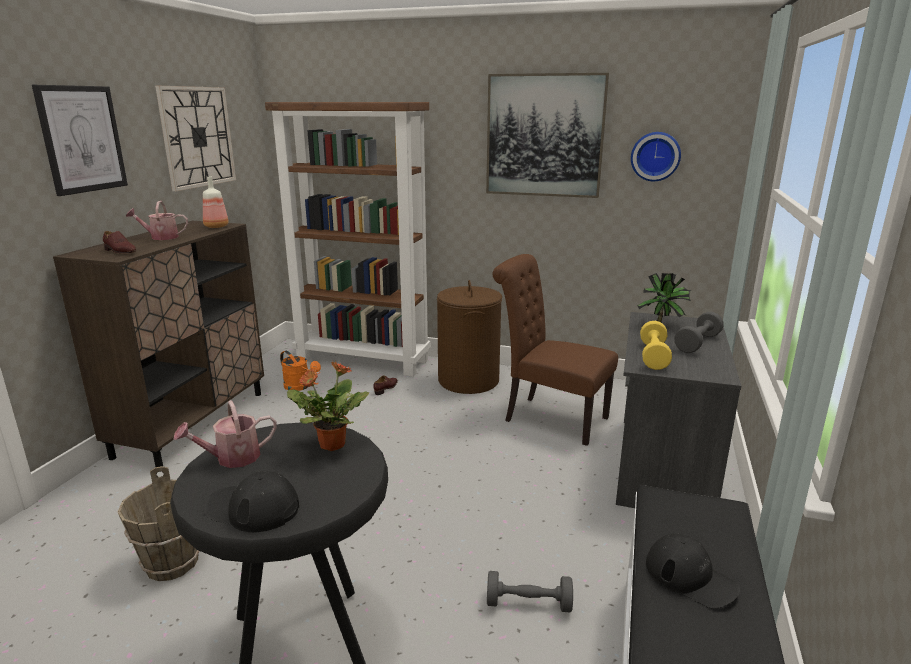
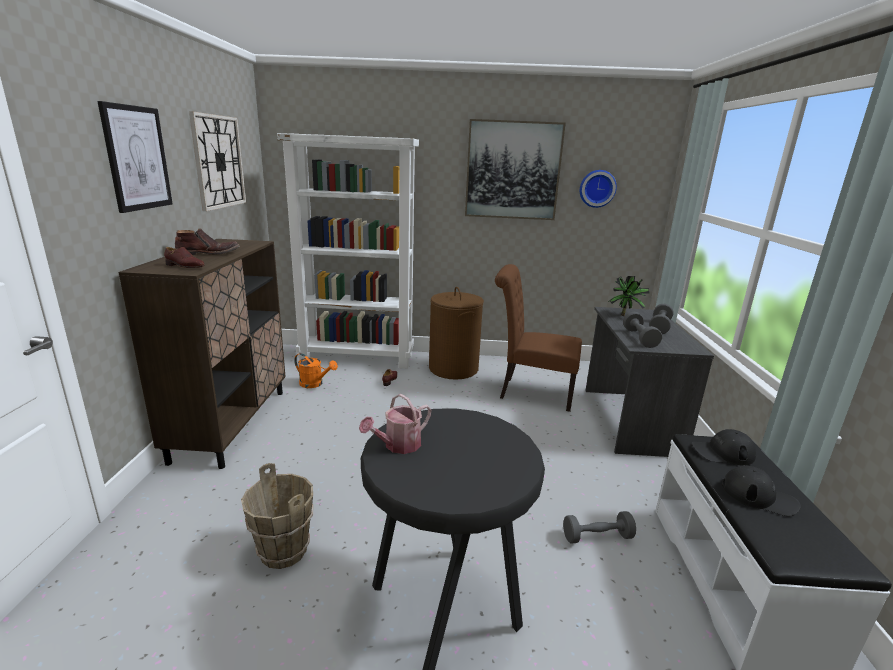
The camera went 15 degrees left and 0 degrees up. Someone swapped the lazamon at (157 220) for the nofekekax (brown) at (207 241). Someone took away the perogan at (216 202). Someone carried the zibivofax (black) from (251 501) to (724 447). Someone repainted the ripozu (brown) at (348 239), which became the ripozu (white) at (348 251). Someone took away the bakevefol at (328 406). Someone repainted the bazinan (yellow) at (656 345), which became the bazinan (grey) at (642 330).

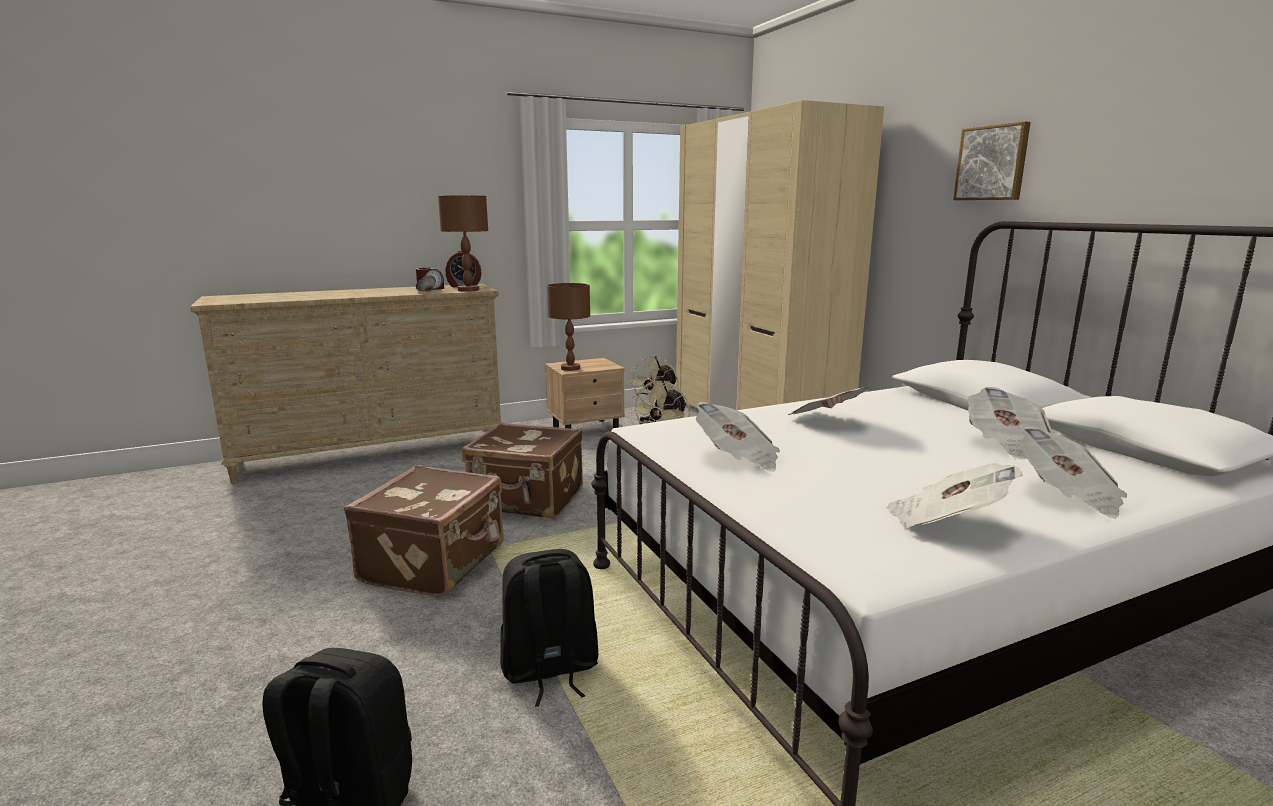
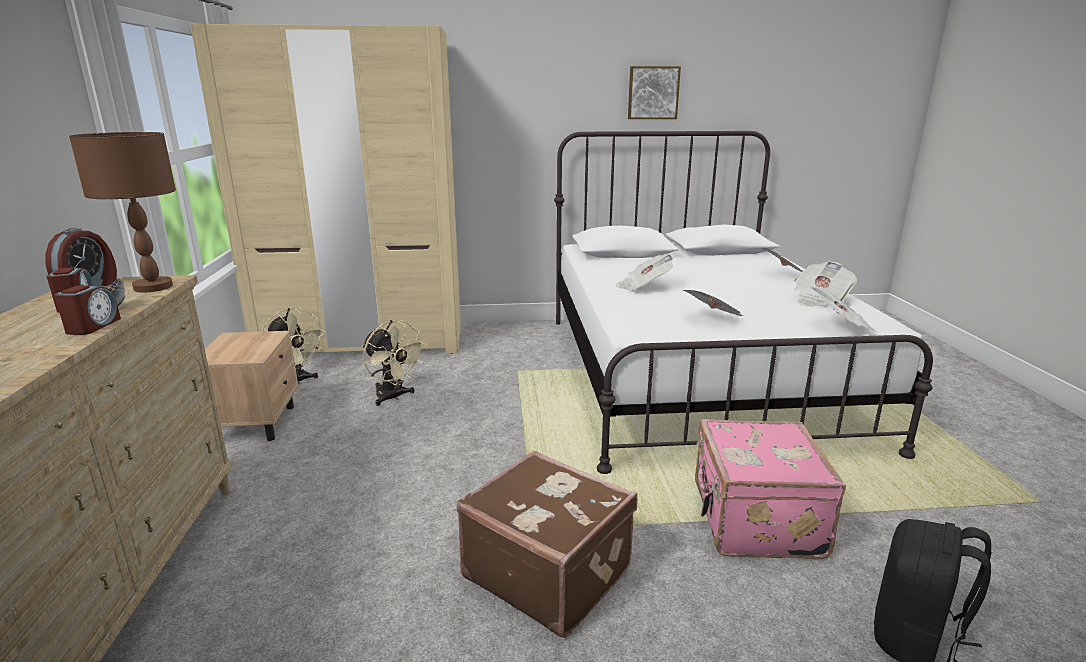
The camera went 70 degrees left and 5 degrees up. Someone took away the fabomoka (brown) at (522 470). Someone swapped the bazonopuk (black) at (549 628) for the fabomoka (pink) at (770 489). Someone took away the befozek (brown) at (568 327). Someone carried the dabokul from (992 160) to (654 92). Someone carried the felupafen from (1010 423) to (844 309). Someone put down the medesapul at (87 310).

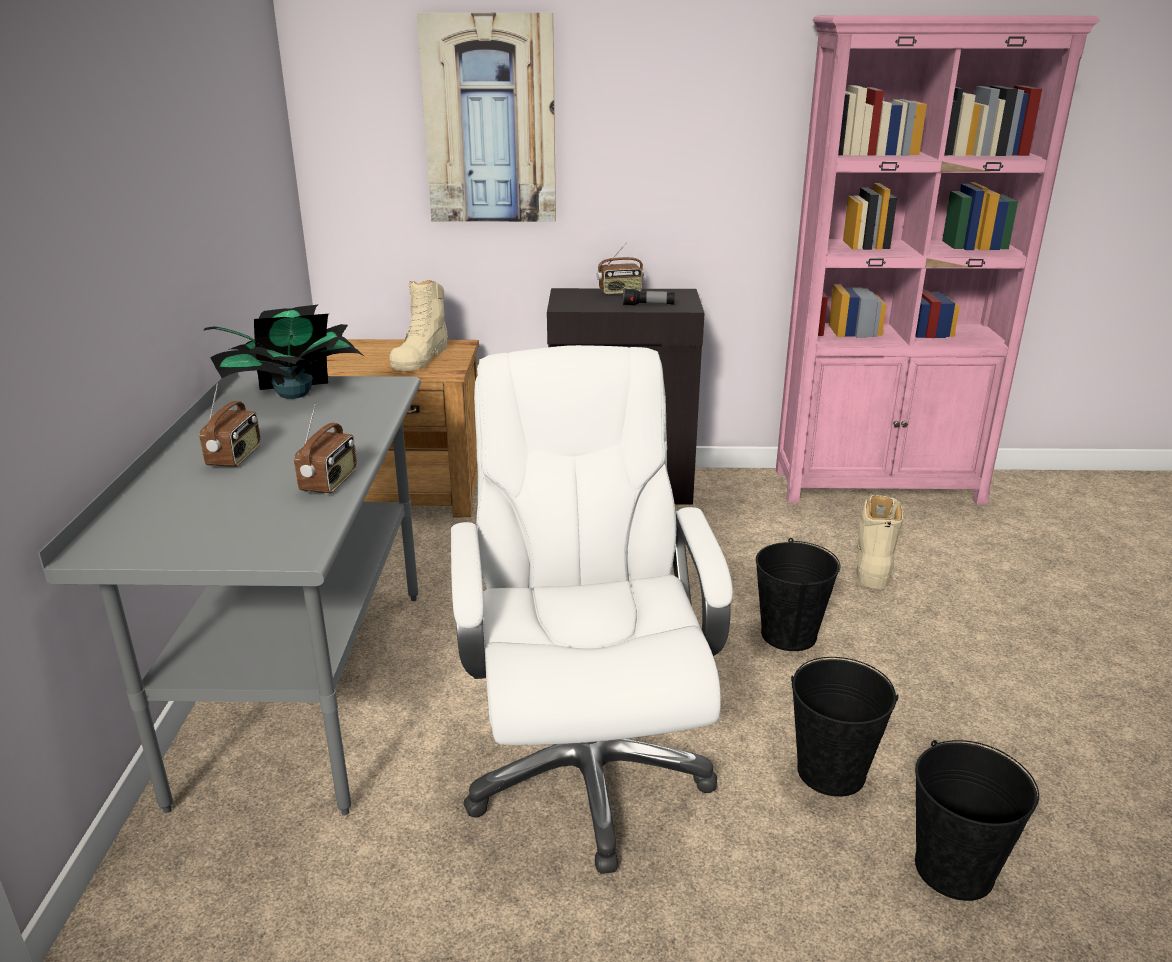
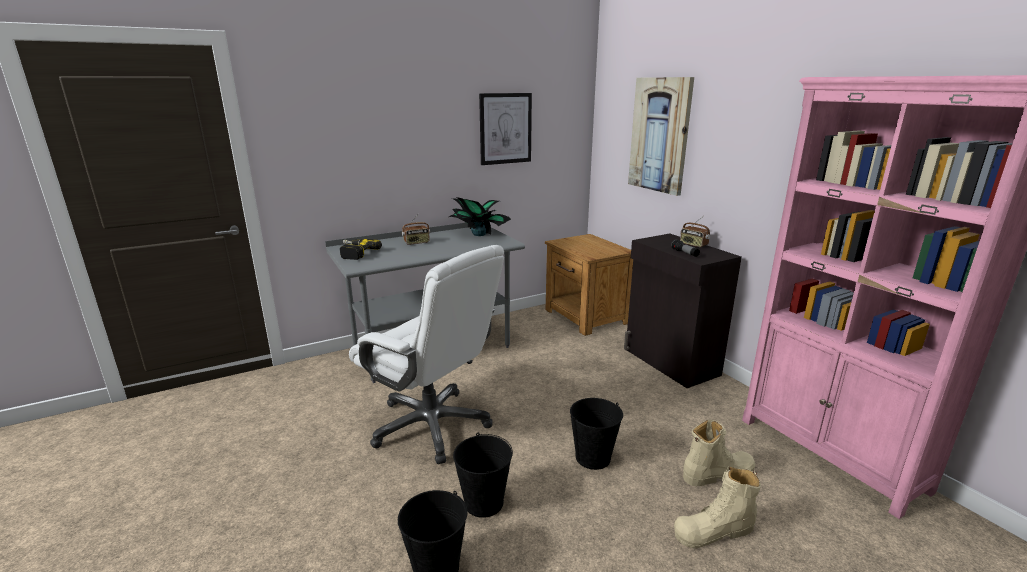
The camera went 60 degrees right and 5 degrees down. Someone took away the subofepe at (325 449). Someone carried the nofekekax (beige) from (419 325) to (717 507). Someone rotated the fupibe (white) at (592 609) by 75 degrees clockwise. Someone put down the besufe at (361 249). Someone put up the dabokul at (505 129).

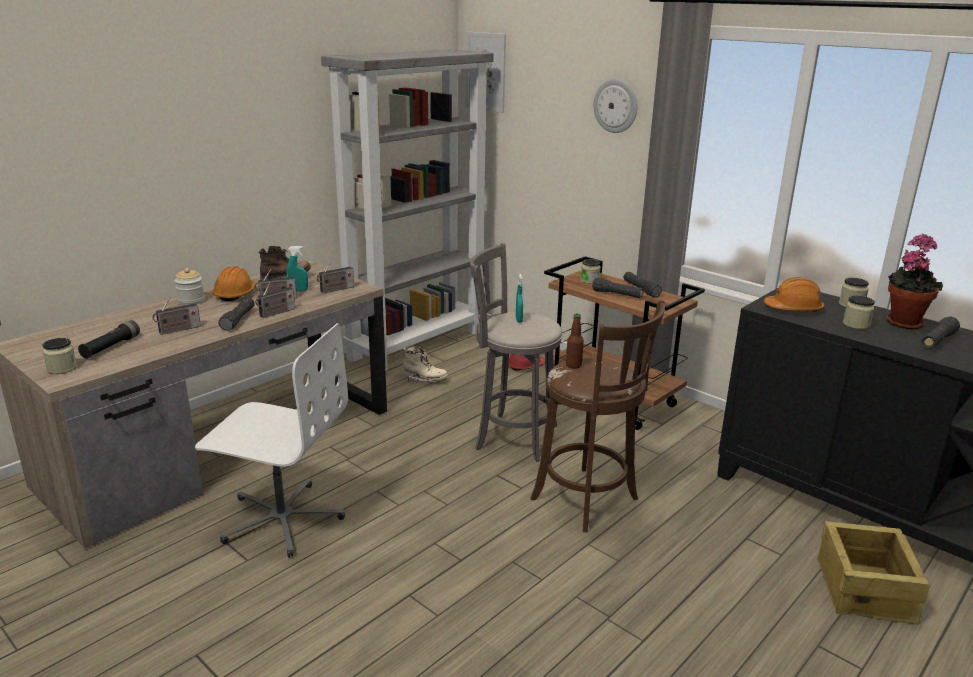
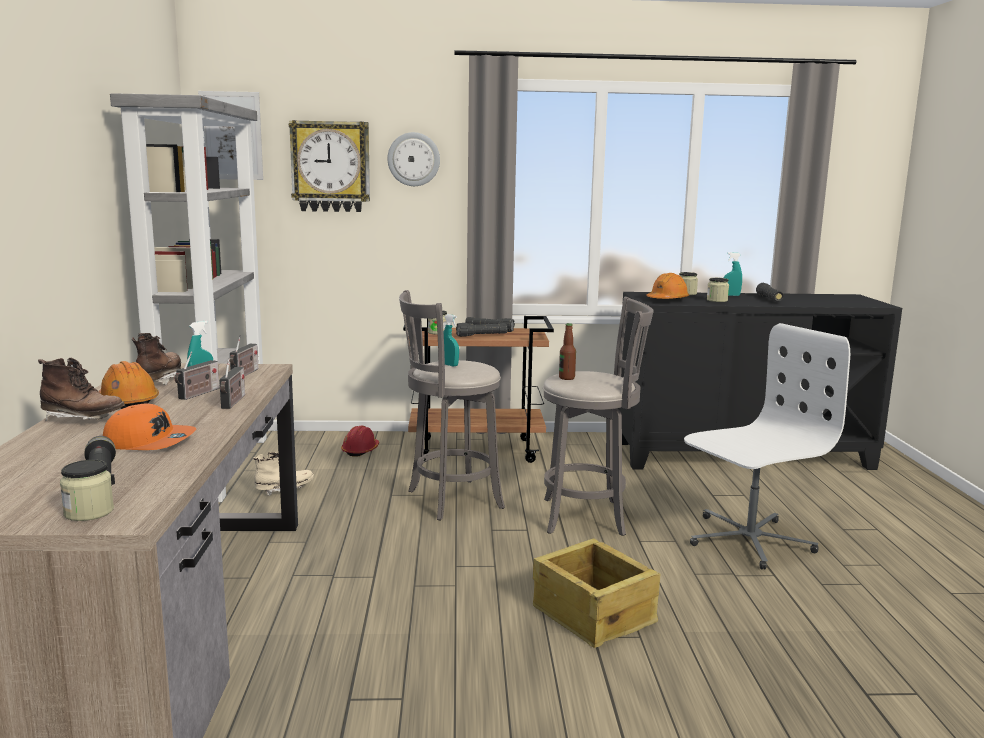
The camera went 45 degrees left and 10 degrees down. Someone swapped the subofepe at (176 316) for the zibivofax (orange) at (150 426). Someone swapped the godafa at (189 286) for the nofekekax (brown) at (81 389). Someone carried the fupibe (white) from (271 440) to (767 446). Someone took away the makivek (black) at (237 314). Someone repainted the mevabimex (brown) at (598 416), which became the mevabimex (grey) at (598 416). Someone carried the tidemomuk from (874 573) to (597 593). Someone swapped the bakevefol at (914 281) for the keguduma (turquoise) at (732 274). Someone put up the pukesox at (329 166).

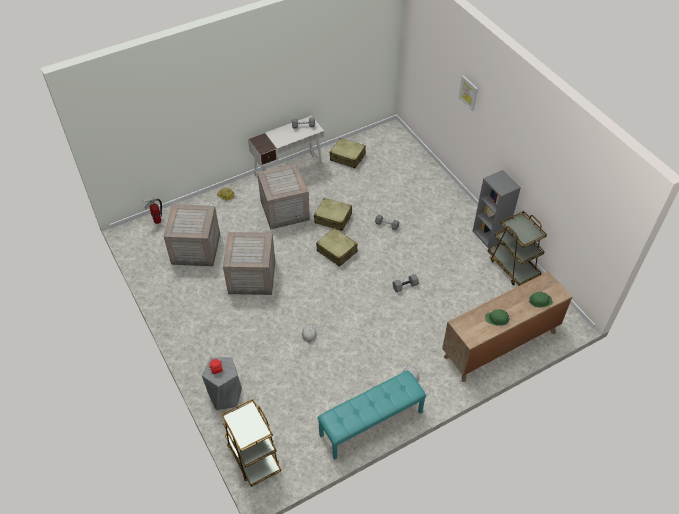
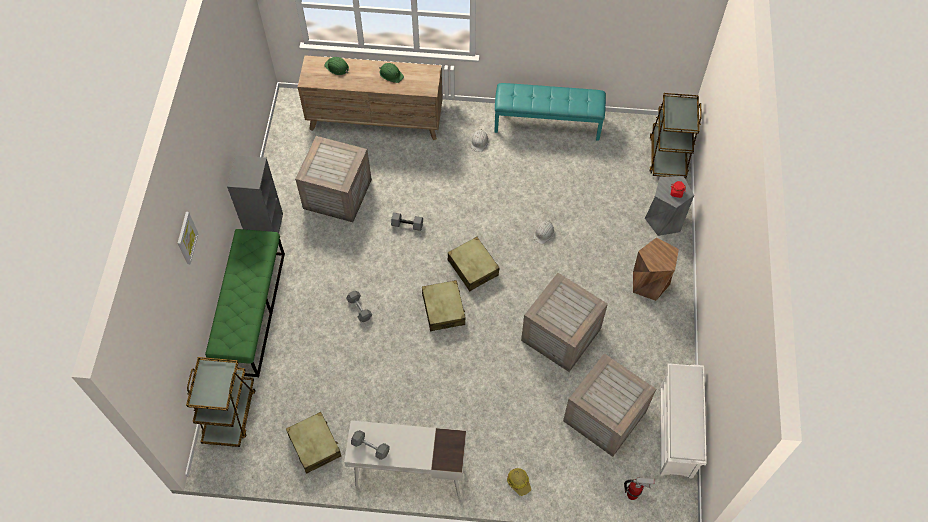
The camera went 145 degrees left and 10 degrees up. Someone carried the tidemomuk from (283 197) to (333 179). Someone carried the fabomoka (beige) from (333 214) to (474 264). Someone carried the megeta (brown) from (517 248) to (221 402). Someone put down the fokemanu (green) at (245 303). Someone put down the mevabimex (brown) at (656 269). Someone put down the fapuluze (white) at (683 421).

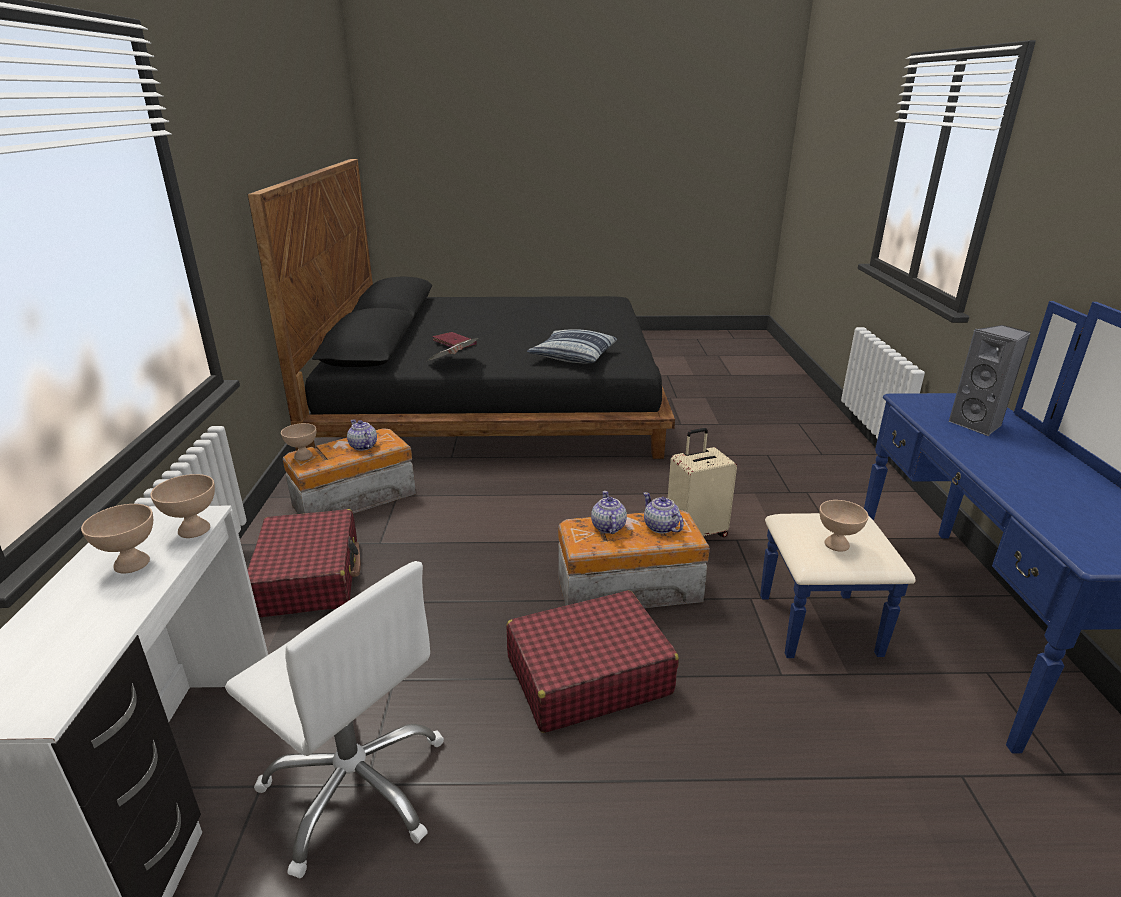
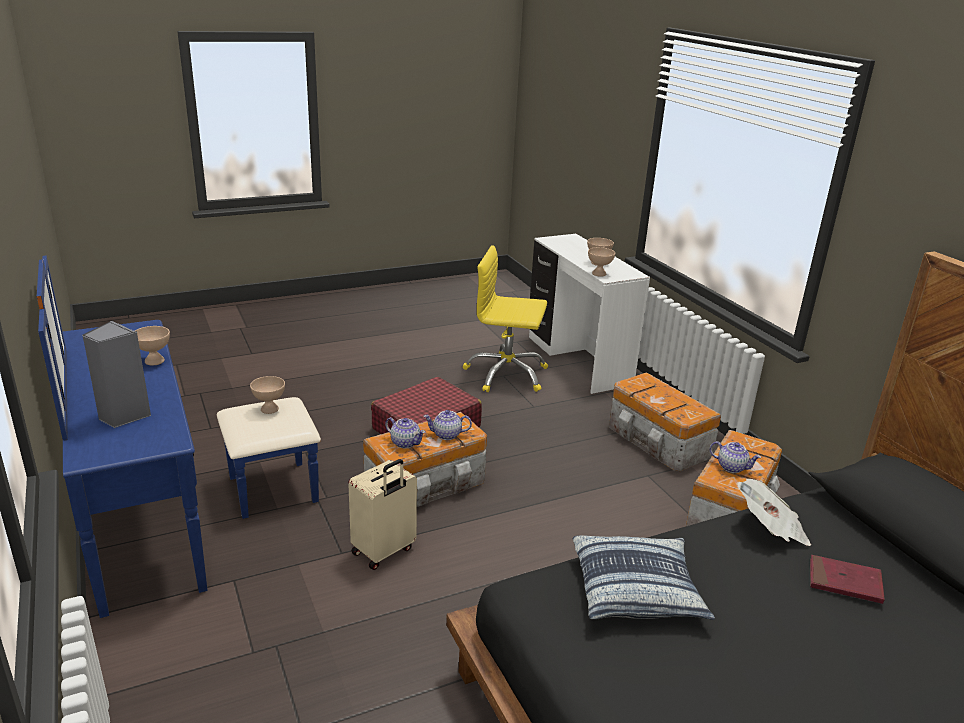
The camera went 155 degrees right and 0 degrees up. Someone repainted the fupibe (white) at (334 719), which became the fupibe (yellow) at (505 318). Someone swapped the fabomoka (red) at (304 563) for the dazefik at (665 421). Someone carried the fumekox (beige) from (298 441) to (152 345). Someone rotated the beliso at (609 512) by 120 degrees clockwise.

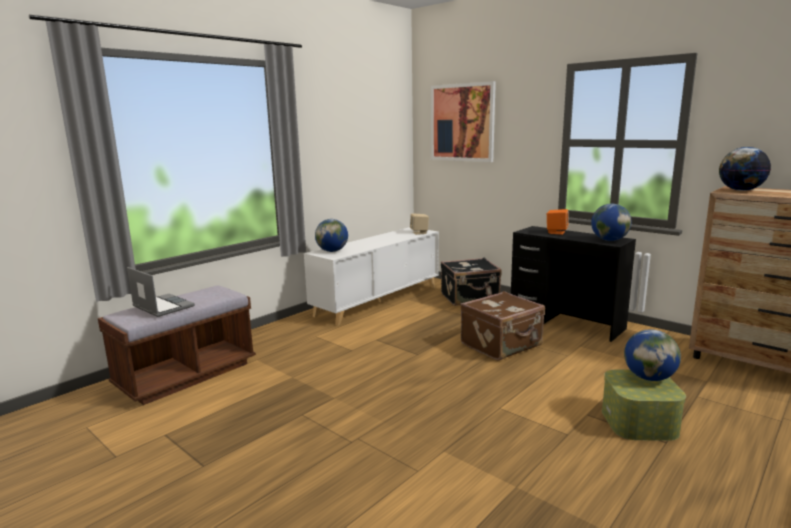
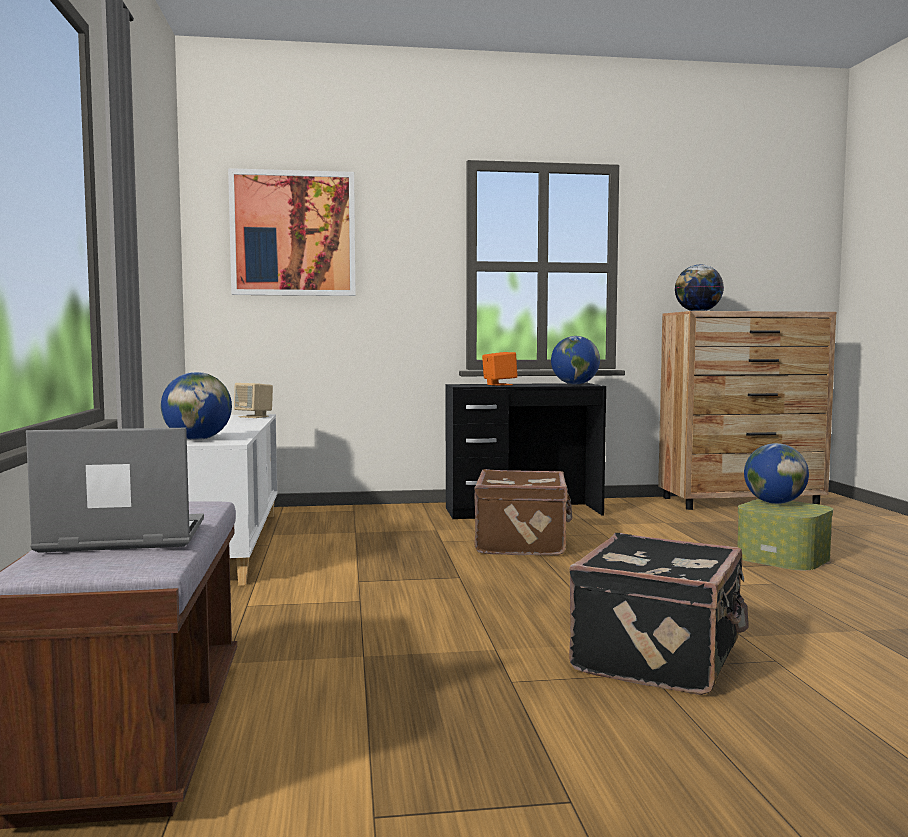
The camera went 50 degrees left and 10 degrees down. Someone carried the fabomoka (black) from (471 282) to (659 614).

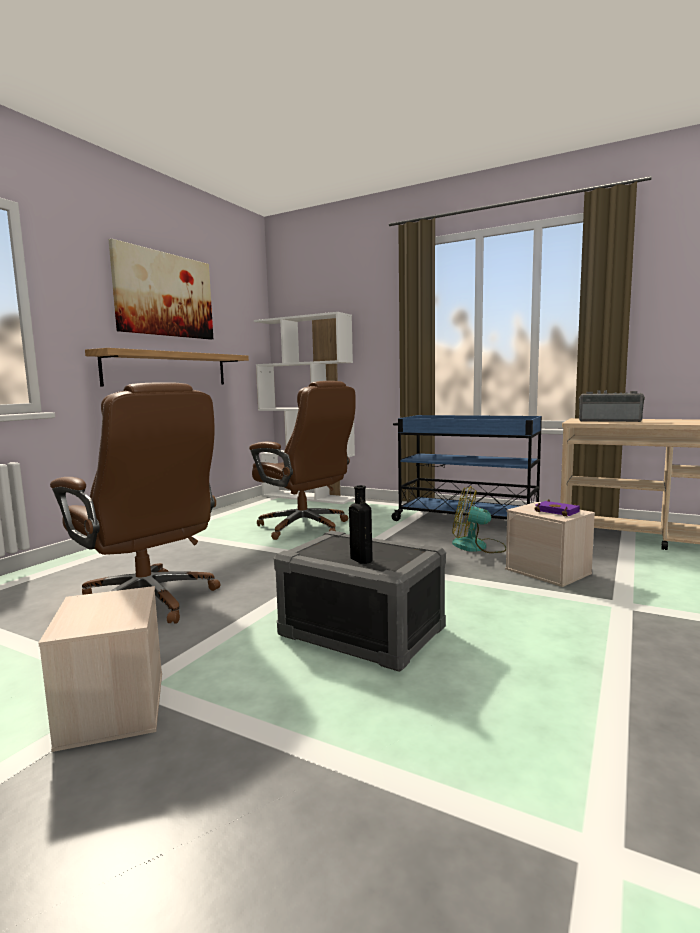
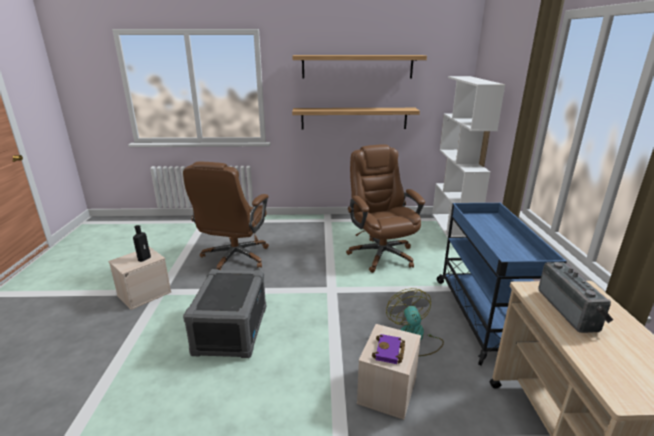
The camera went 60 degrees right and 15 degrees up. Someone swapped the dabokul at (161 289) for the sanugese at (359 67). Someone rotated the fupibe (brown) at (302 460) by 150 degrees clockwise. Someone carried the perogan (black) from (361 524) to (142 243).

